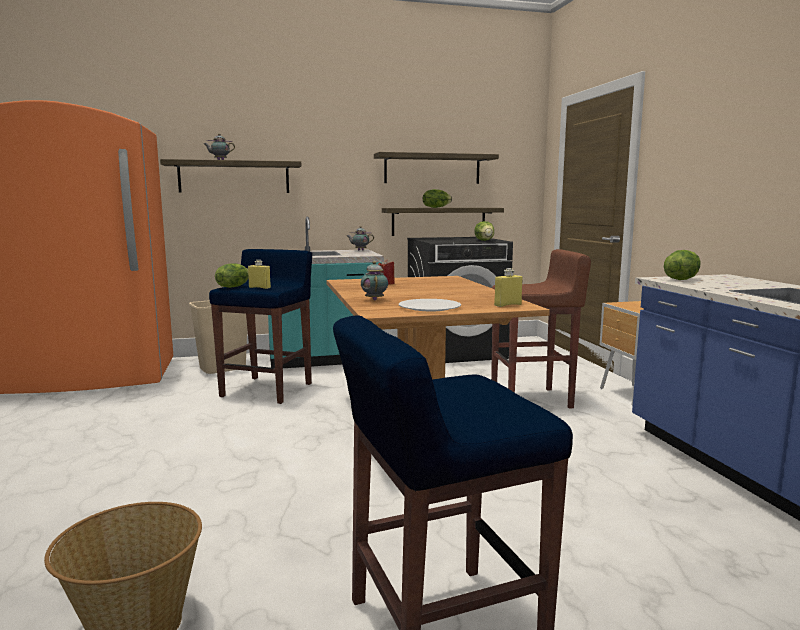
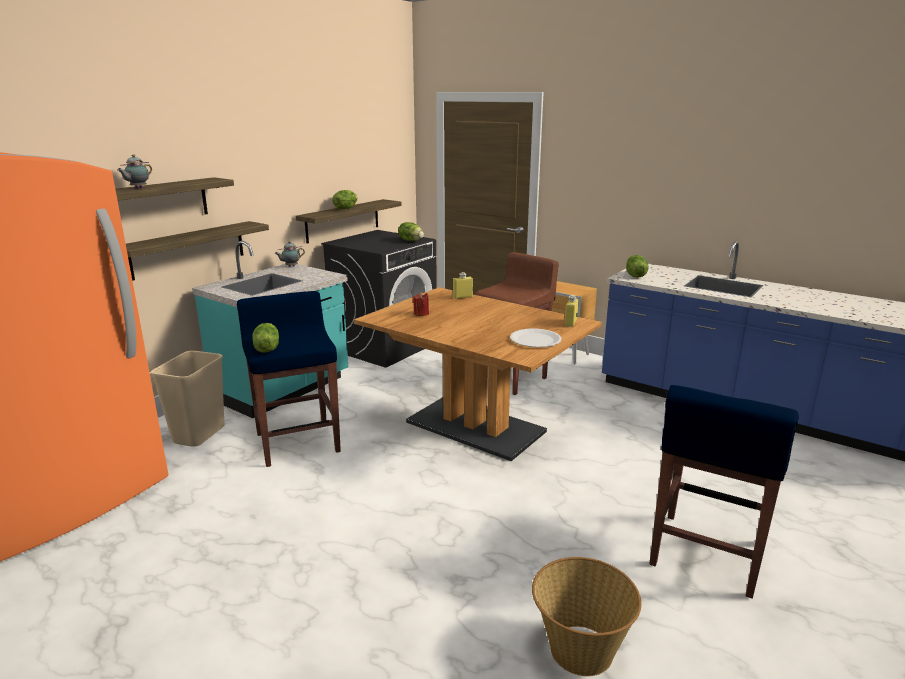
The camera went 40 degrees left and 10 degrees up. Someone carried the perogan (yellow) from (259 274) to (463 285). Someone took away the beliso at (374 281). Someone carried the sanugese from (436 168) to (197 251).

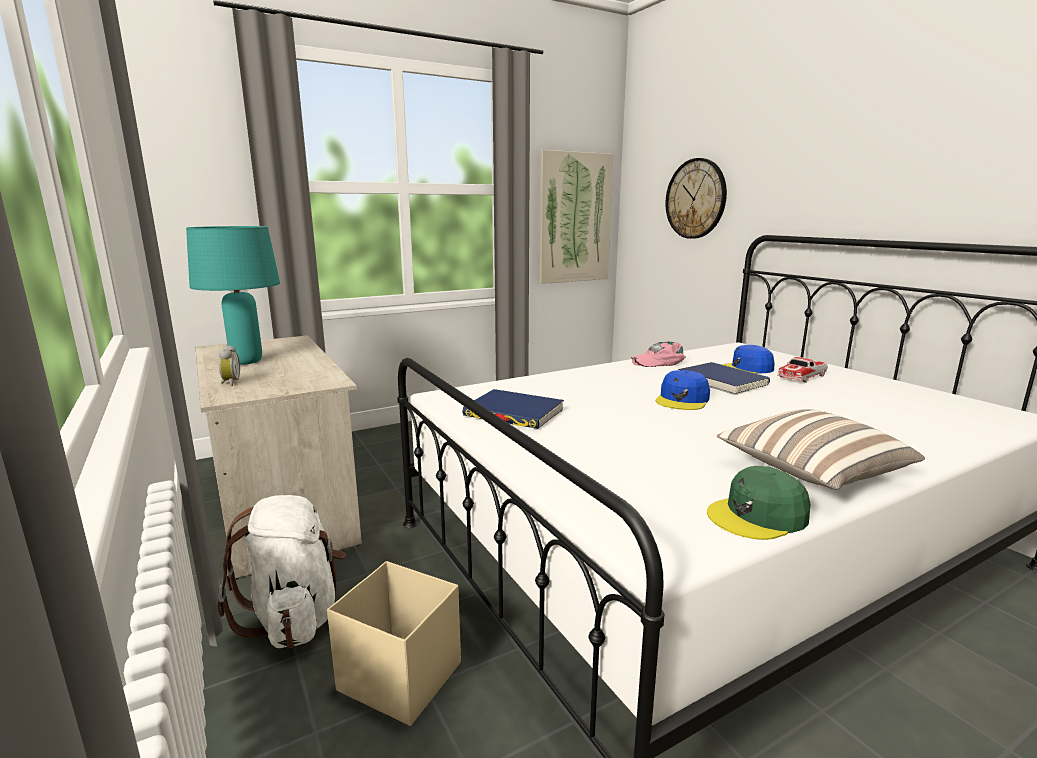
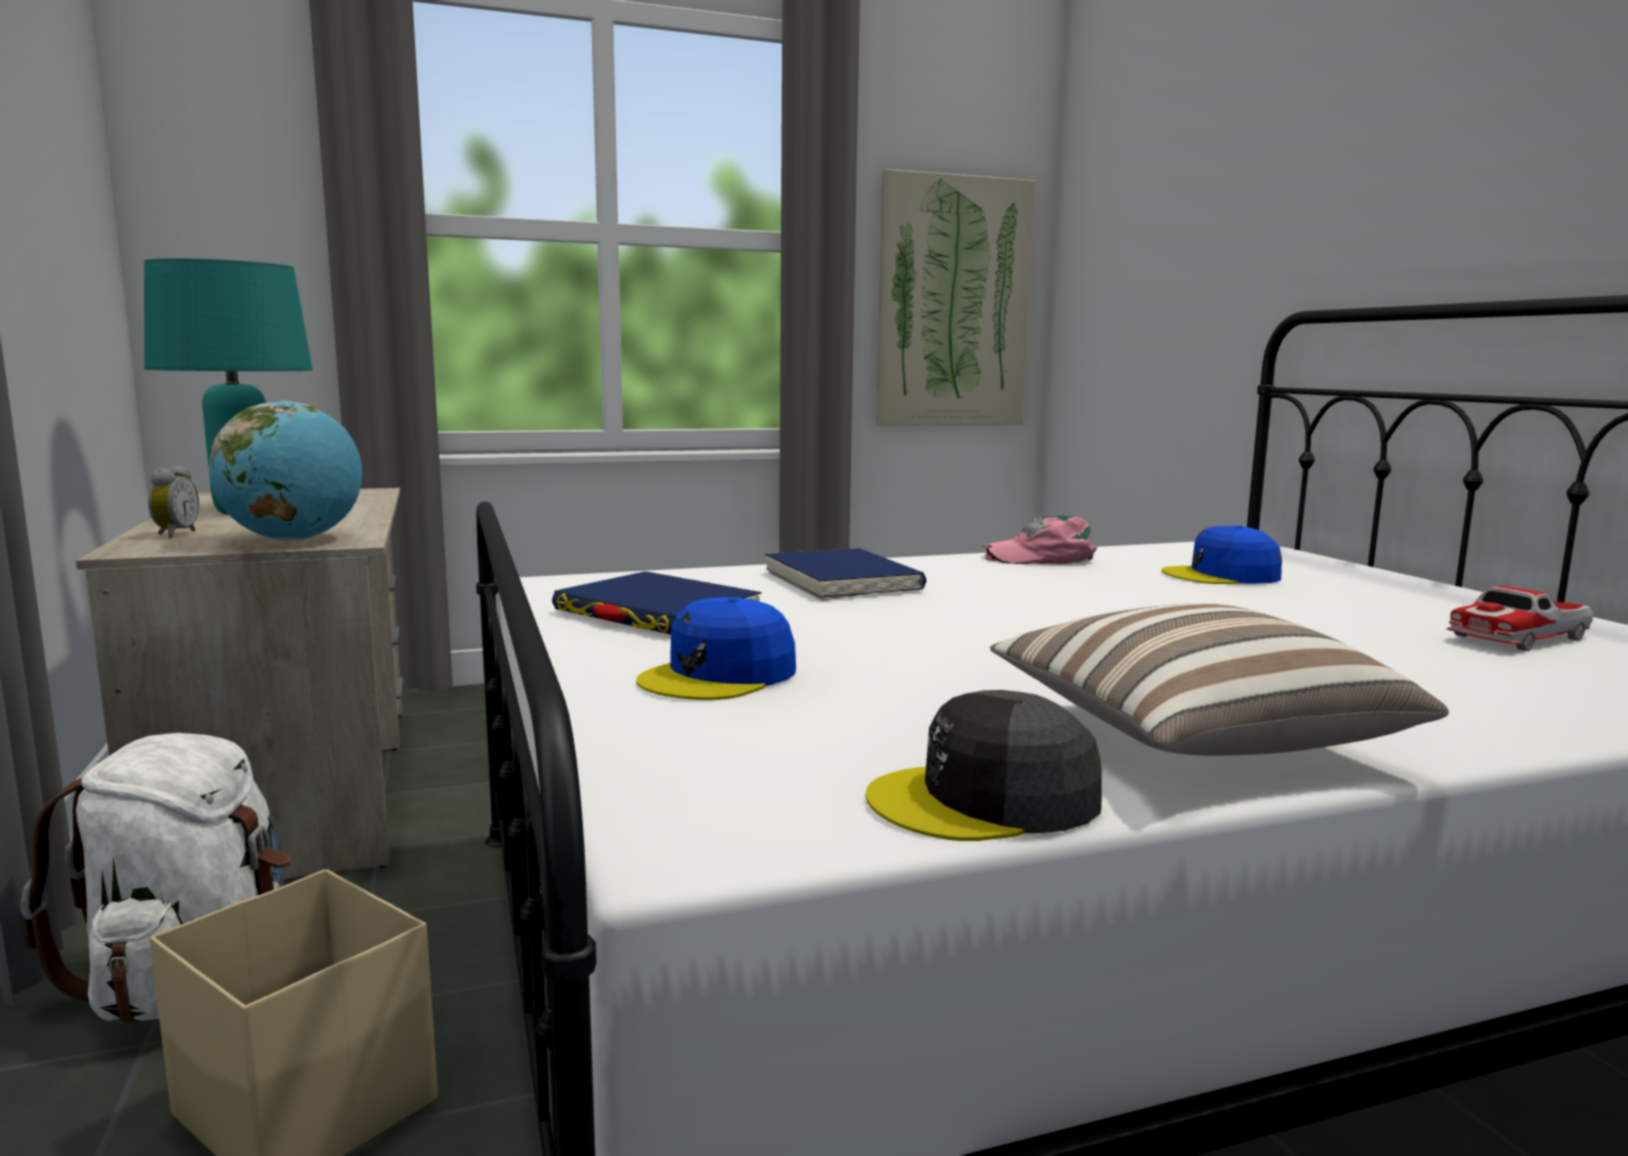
The camera went 10 degrees right and 5 degrees down. Someone carried the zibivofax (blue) from (683 390) to (716 648). Someone took away the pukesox at (696 198). Someone carried the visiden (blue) from (724 378) to (846 574). Someone repainted the zibivofax (green) at (759 503), which became the zibivofax (grey) at (984 765). Someone carried the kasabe from (803 370) to (1519 618). Someone put down the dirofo at (285 471).

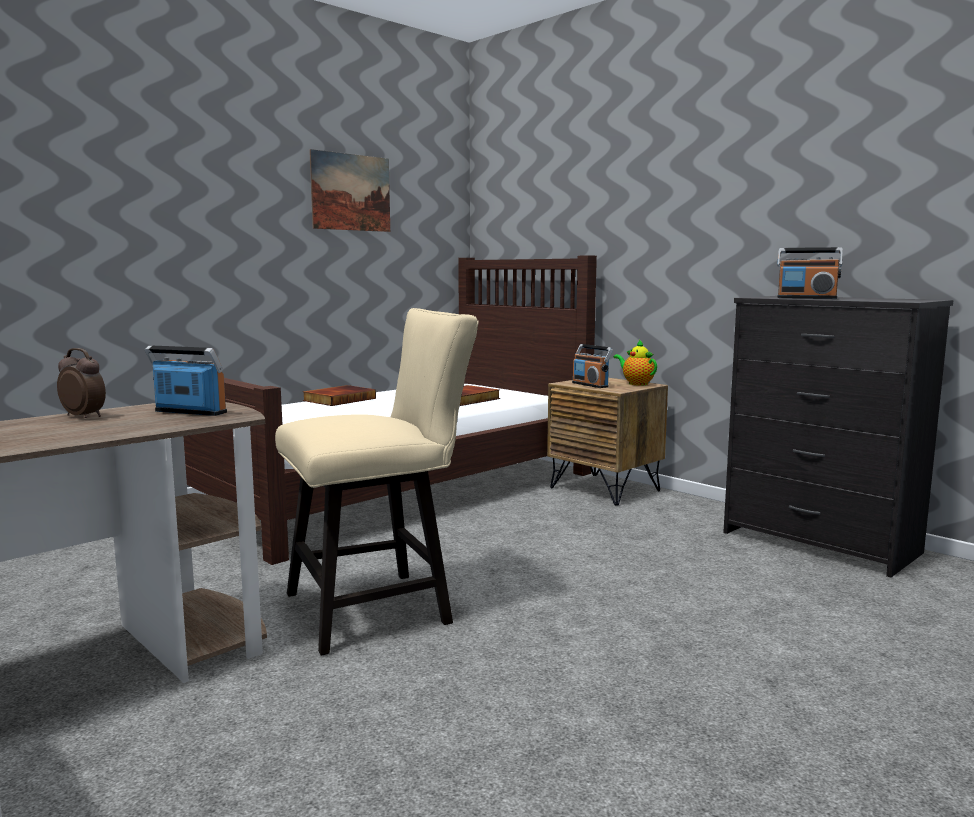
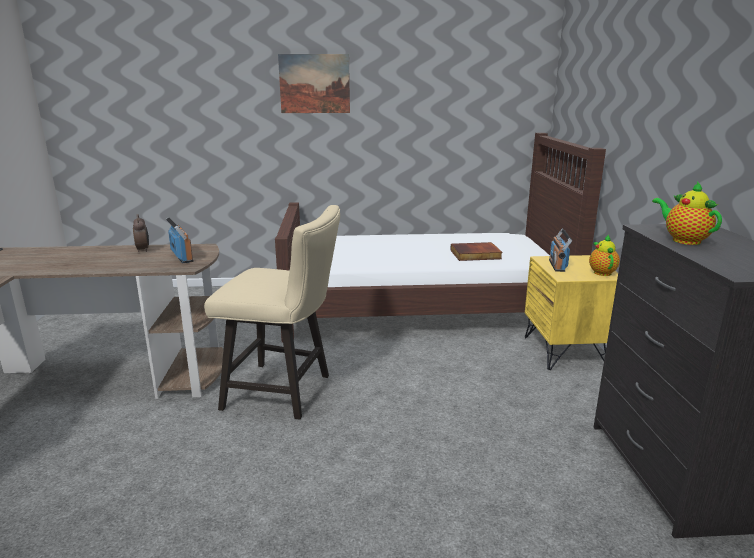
The camera went 40 degrees right and 10 degrees up. Someone took away the visiden at (339 395). Someone carried the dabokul from (349 190) to (314 83). Someone repainted the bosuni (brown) at (607 441), which became the bosuni (yellow) at (571 312). Someone swapped the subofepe at (810 273) for the beliso at (687 213).

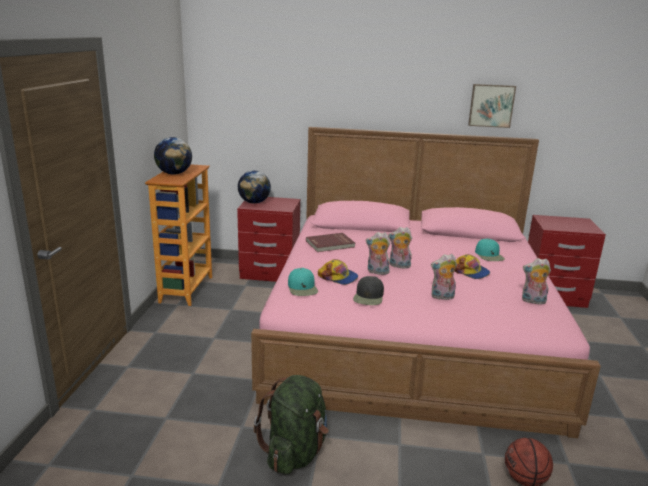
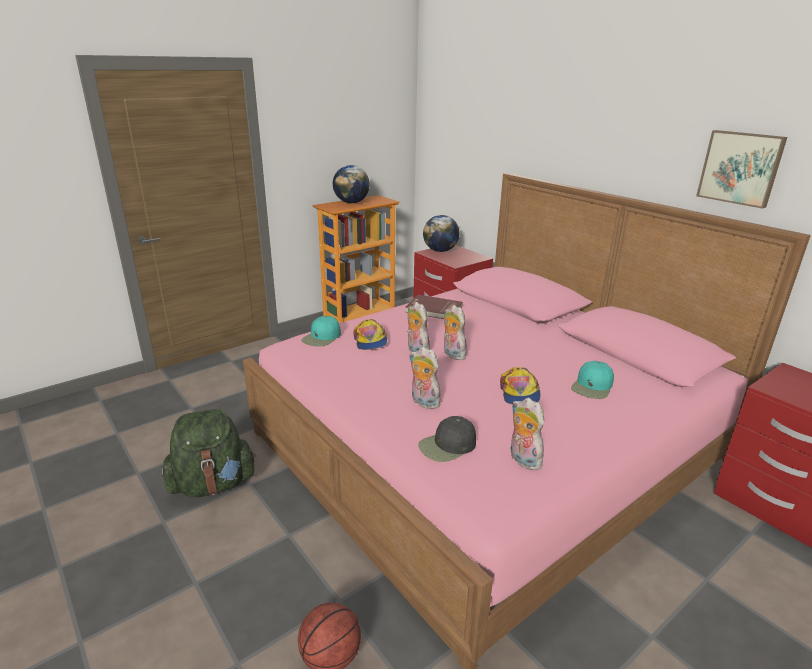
The camera went 45 degrees right and 5 degrees up. Someone carried the zibivofax (black) from (368 290) to (447 439).

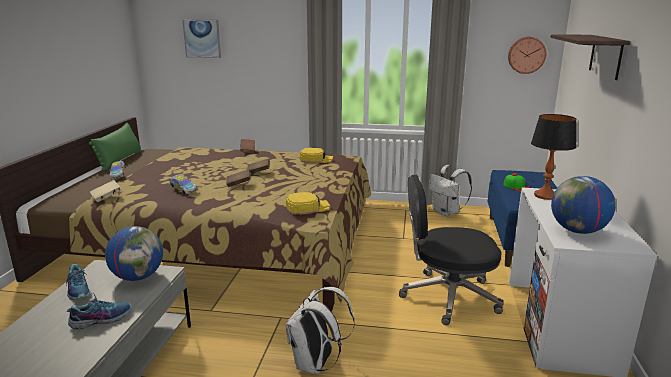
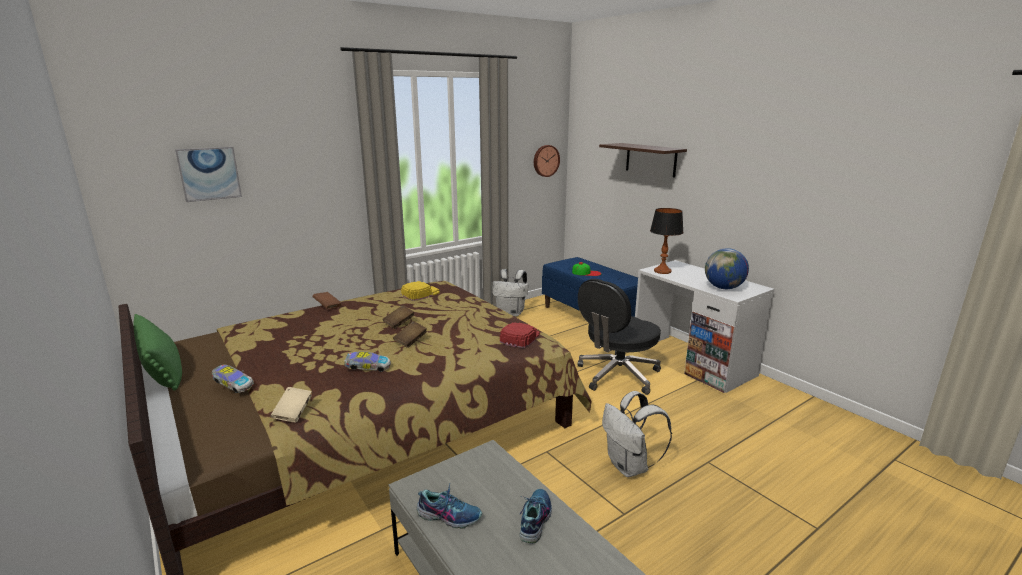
The camera went 45 degrees left and 0 degrees up. Someone took away the dirofo at (134 253). Someone repainted the zibivofax (yellow) at (308 203), which became the zibivofax (red) at (520 335).

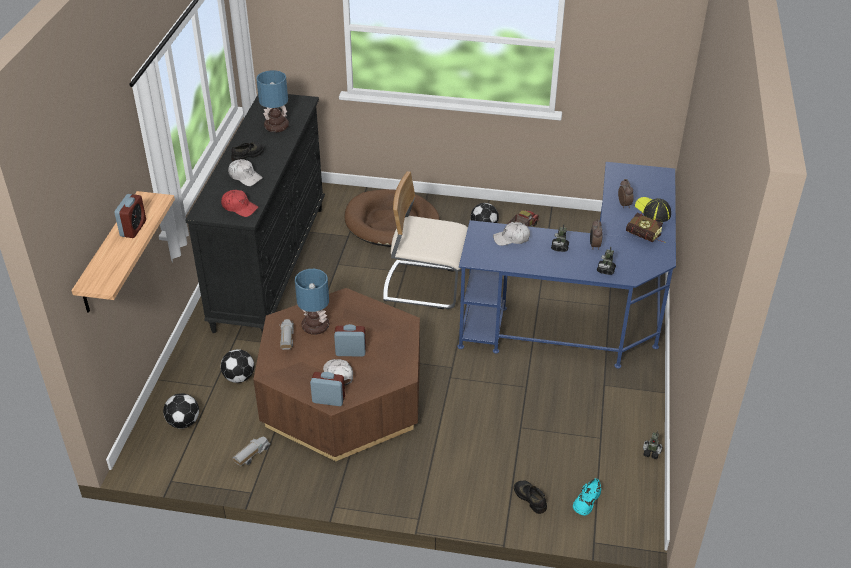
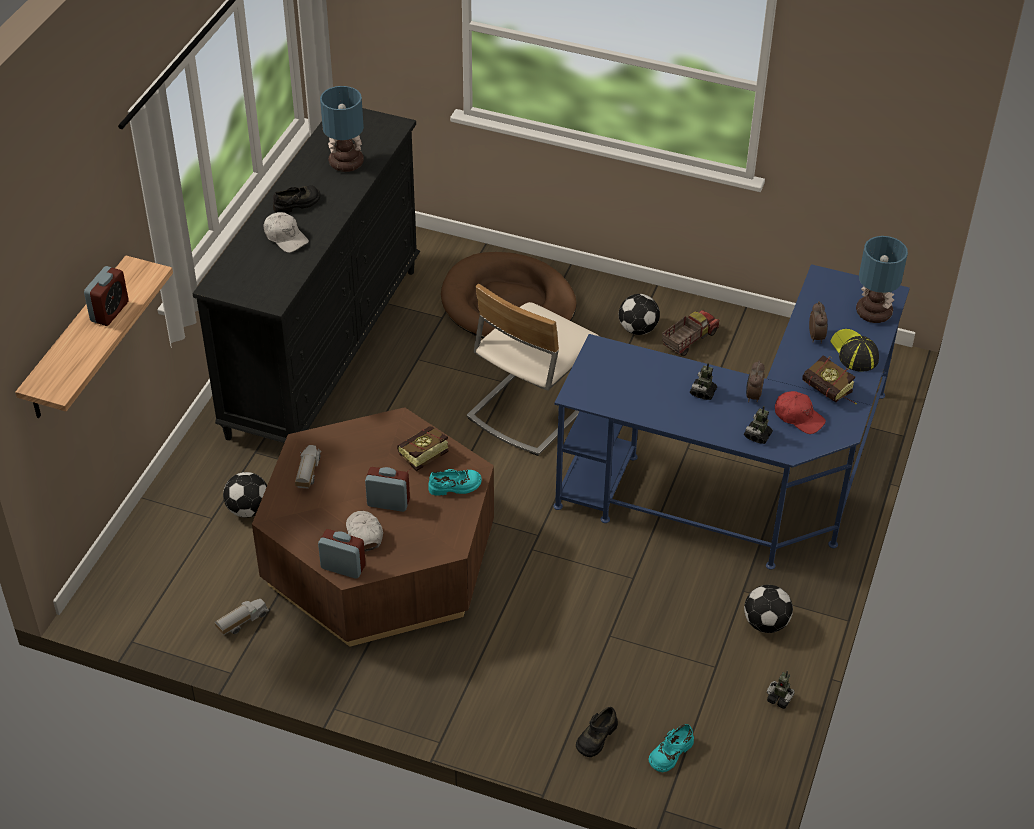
The camera went 10 degrees right and 5 degrees up. Someone carried the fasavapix from (181 411) to (768 609). Someone carried the zibivofax (red) from (239 203) to (800 412). Someone carried the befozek from (312 302) to (882 279). Someone rotated the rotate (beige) at (425 240) by 75 degrees counterclockwise. Someone took away the zibivofax (white) at (511 234). Someone rotated the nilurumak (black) at (530 497) by 120 degrees counterclockwise. Someone put down the visiden at (423 449). Someone put down the nilurumak (turquoise) at (455 482).

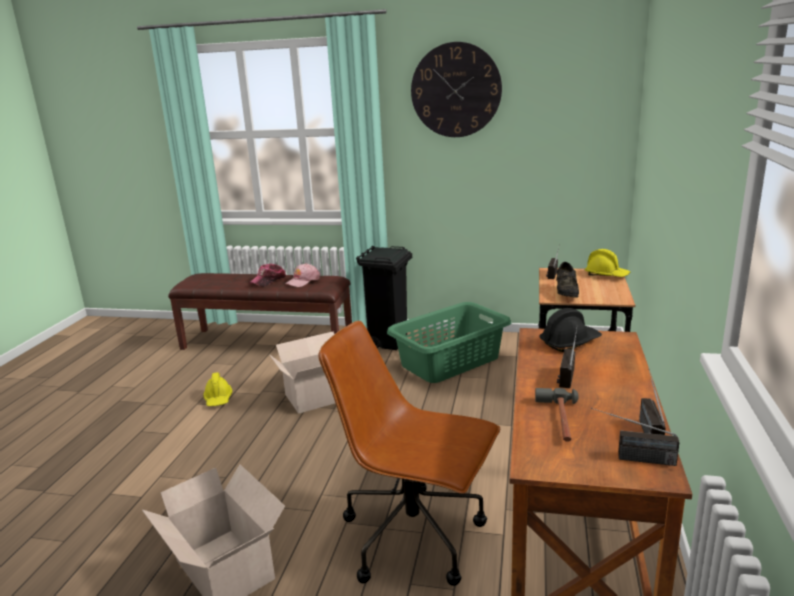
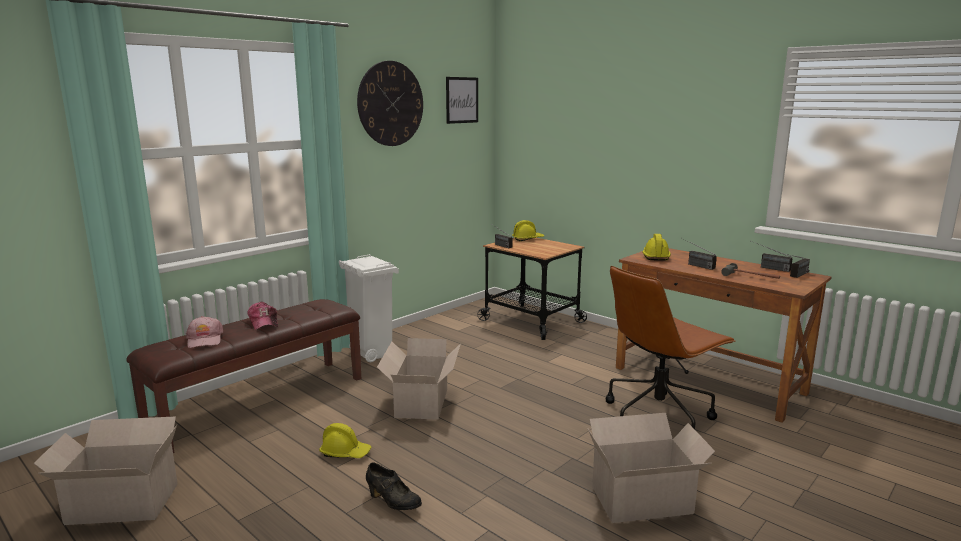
The camera went 60 degrees left and 5 degrees down. Someone carried the zibivofax (pink) from (302 275) to (205 332). Someone repainted the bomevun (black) at (384 298), which became the bomevun (white) at (369 308). Someone took away the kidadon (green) at (449 342). Someone repainted the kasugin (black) at (570 330), which became the kasugin (yellow) at (656 247). Someone carried the nilurumak (black) from (567 280) to (394 486). Someone put down the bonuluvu at (106 470). Someone put up the dabokul at (462 100).

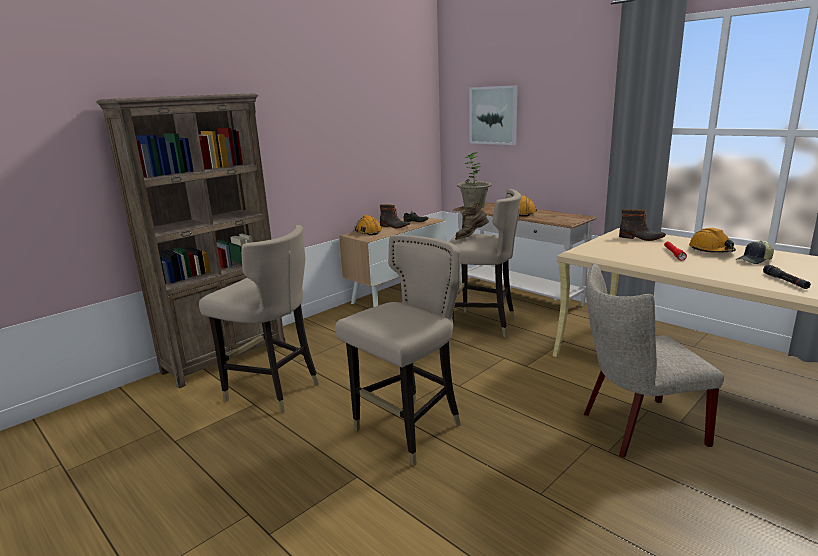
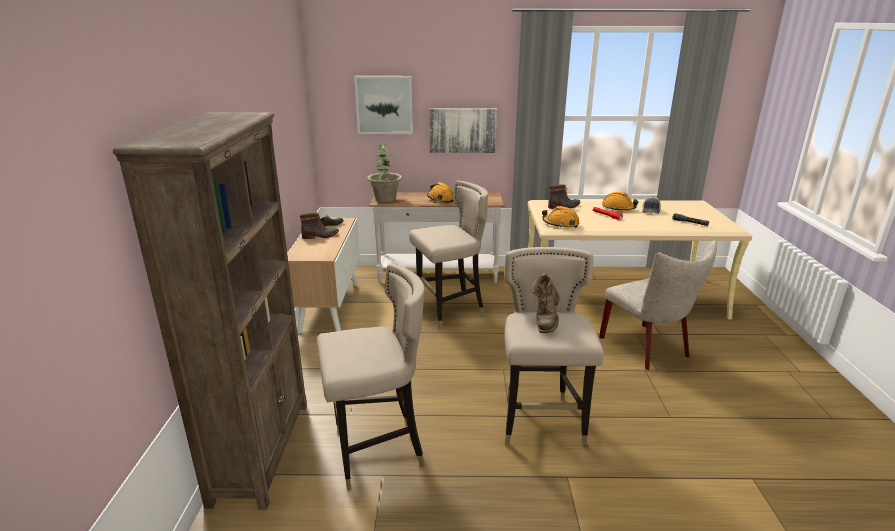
The camera went 45 degrees left and 5 degrees up. Someone carried the kasugin (orange) from (368 225) to (561 217). Someone carried the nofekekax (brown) from (472 221) to (545 303). Someone rotated the rotate (beige) at (654 360) by 60 degrees counterclockwise. Someone put up the dabokul at (463 130).

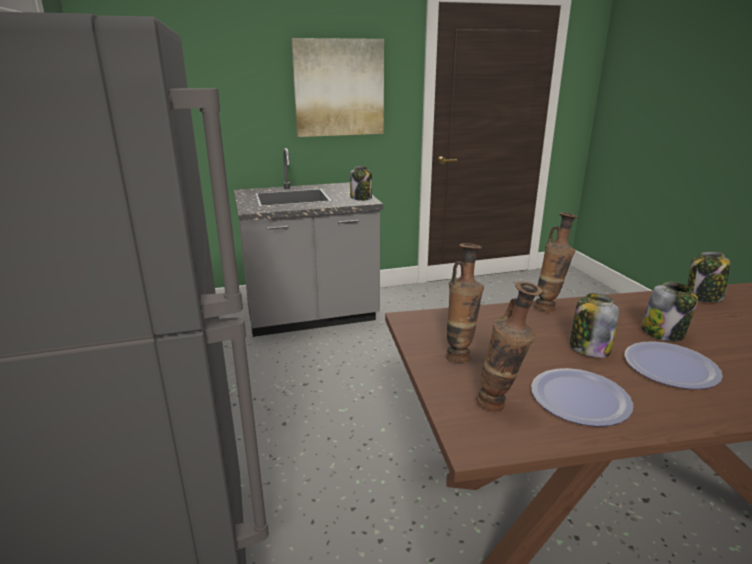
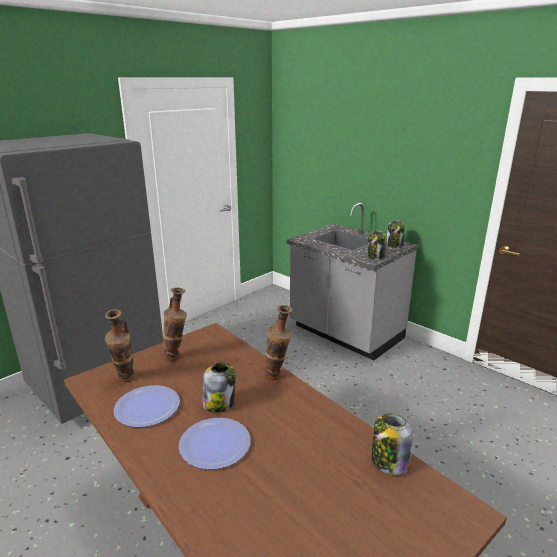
The camera went 60 degrees right and 0 degrees up. Someone took away the dabokul at (337 87). Someone carried the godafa from (669 311) to (396 234).

